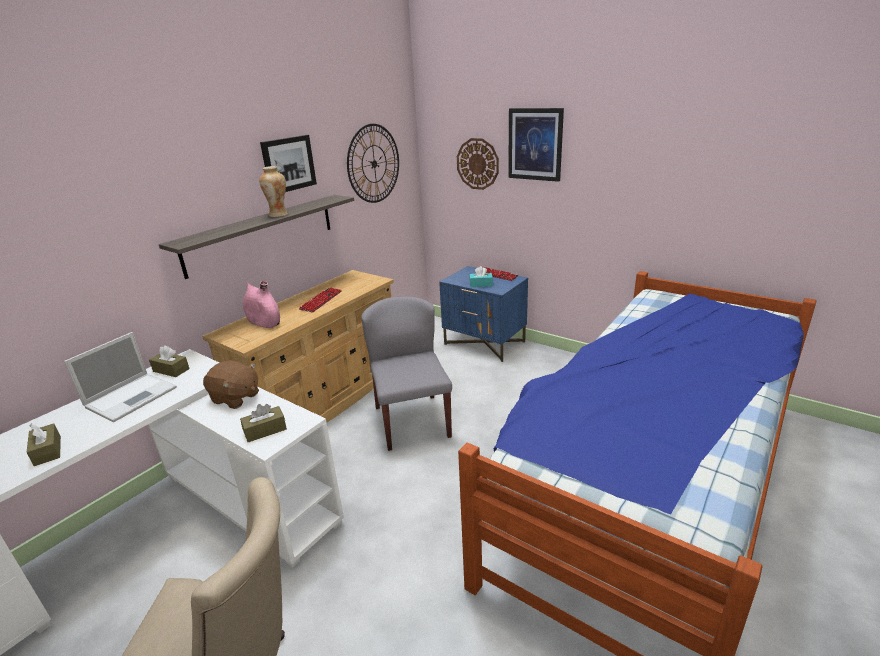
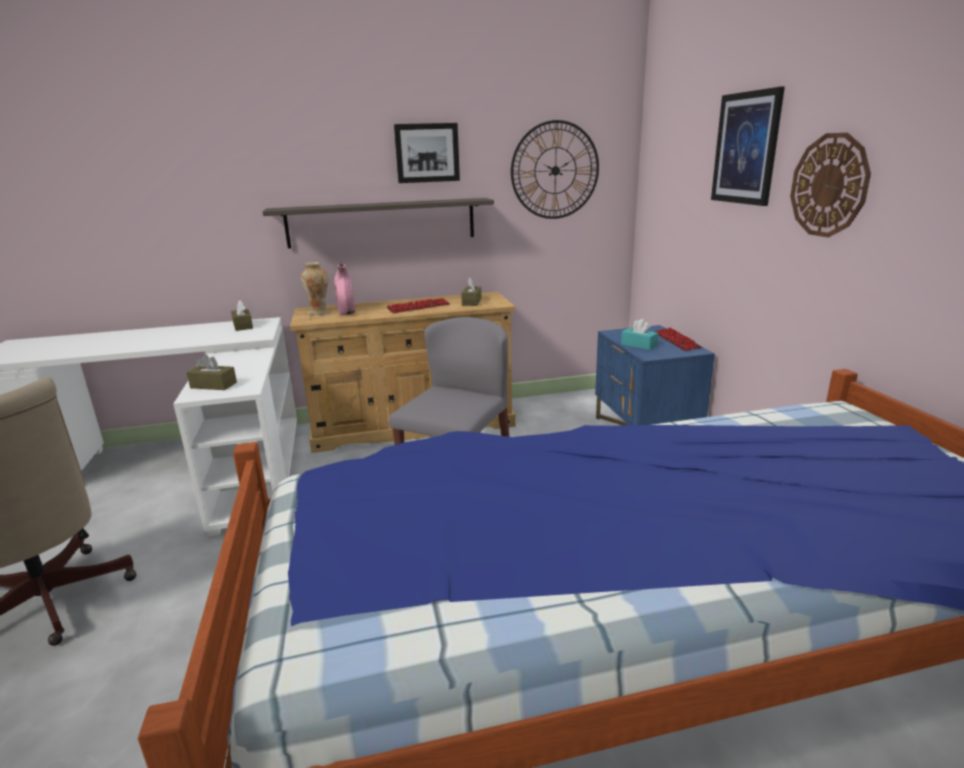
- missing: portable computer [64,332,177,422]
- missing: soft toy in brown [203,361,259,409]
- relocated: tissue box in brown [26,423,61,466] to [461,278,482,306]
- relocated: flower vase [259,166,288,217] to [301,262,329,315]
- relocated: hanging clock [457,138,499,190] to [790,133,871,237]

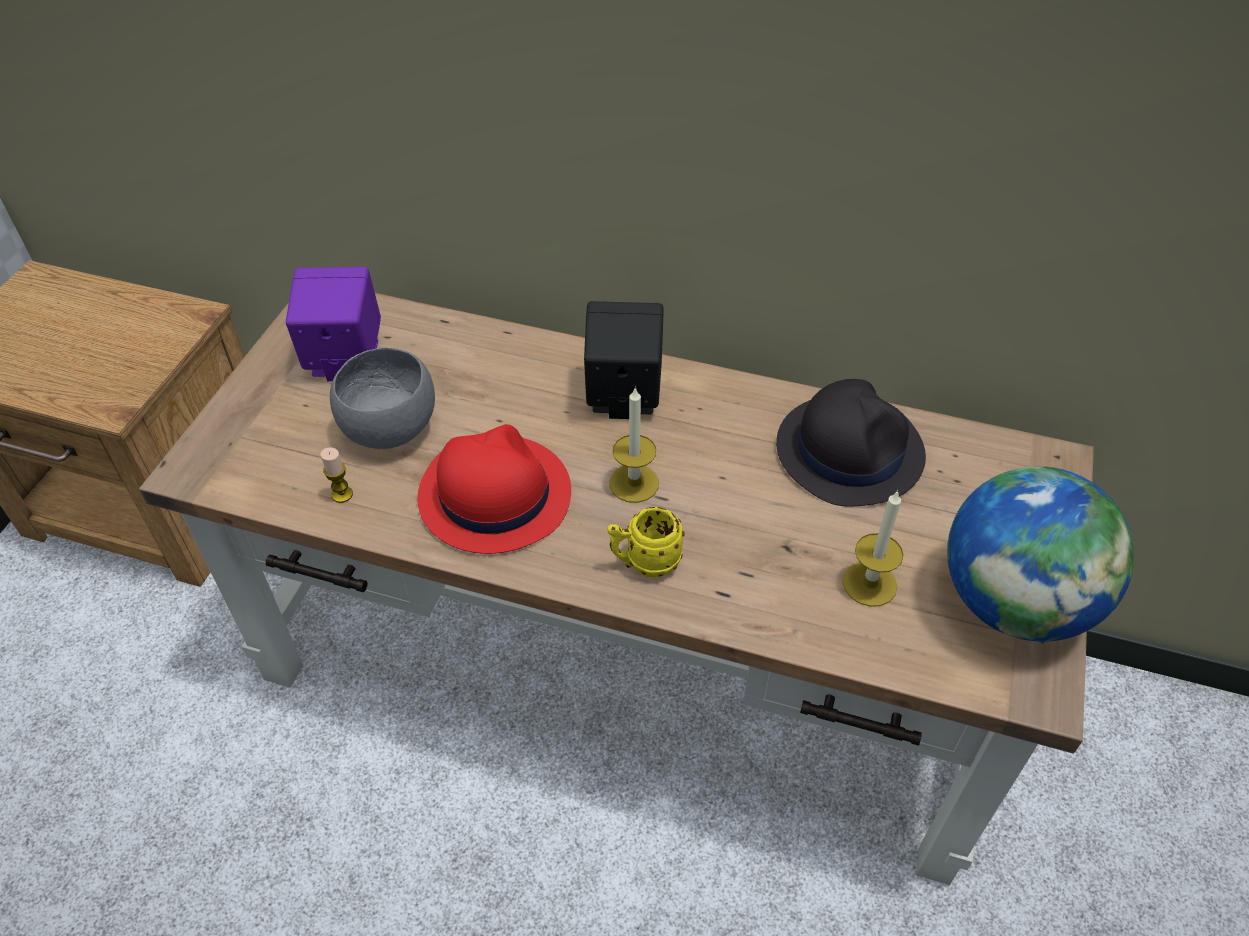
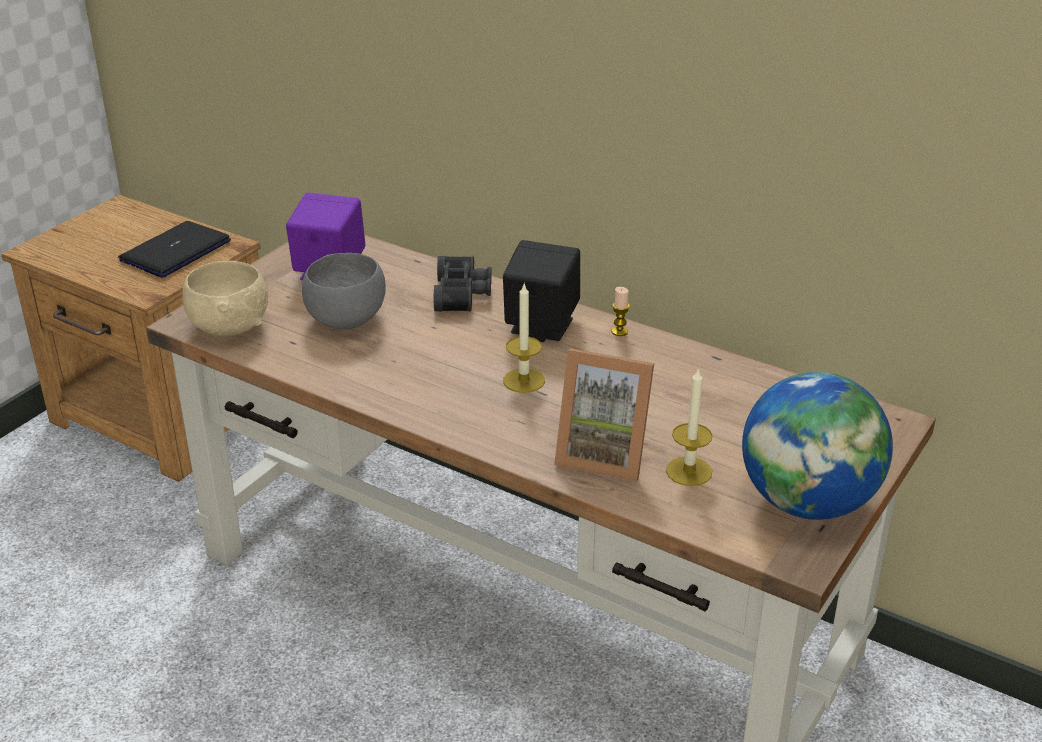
- missing: hat in red-coloured [417,424,571,554]
- missing: mug in yellow [607,507,685,578]
- missing: hat in blackish [776,379,926,507]
- appeared: portable computer [118,221,231,278]
- appeared: deep dish in sand-coloured [182,261,268,337]
- appeared: pair of binoculars in blackish [434,256,492,312]
- appeared: standing frame [554,348,654,482]
- relocated: wax light [321,448,353,503] to [612,287,630,336]

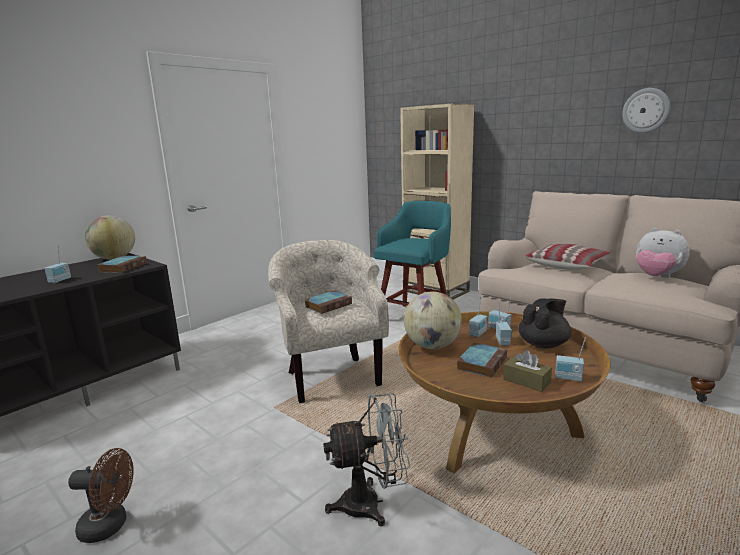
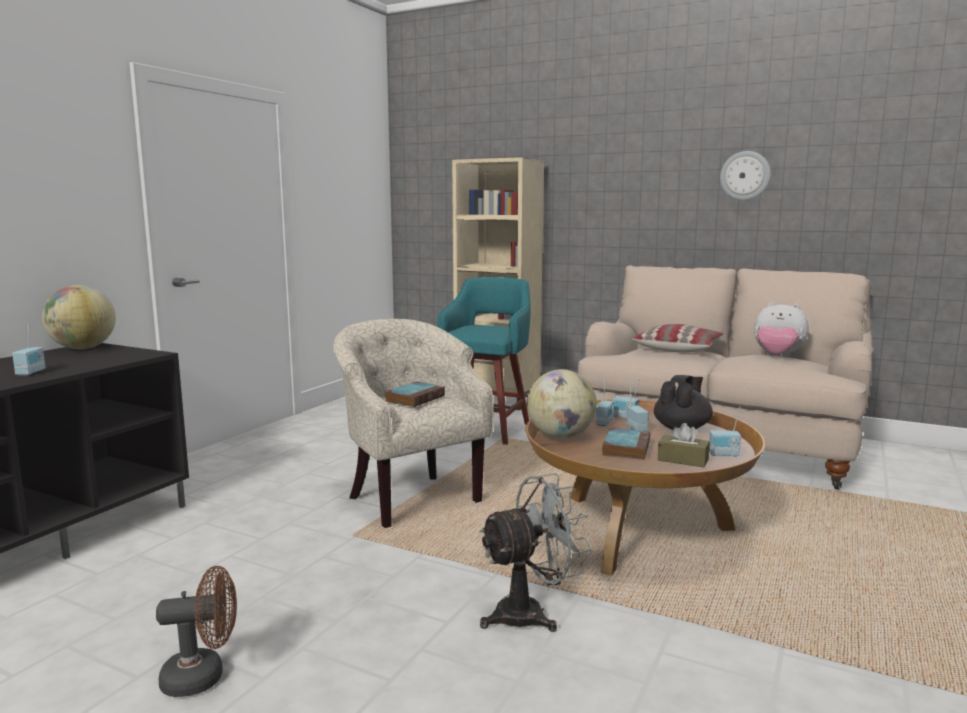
- missing: book [97,256,147,273]

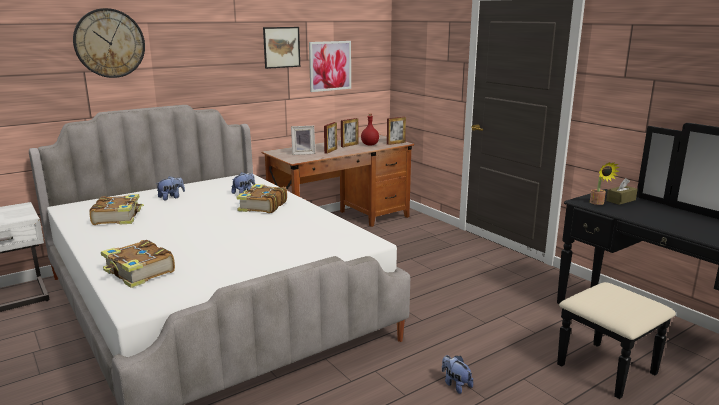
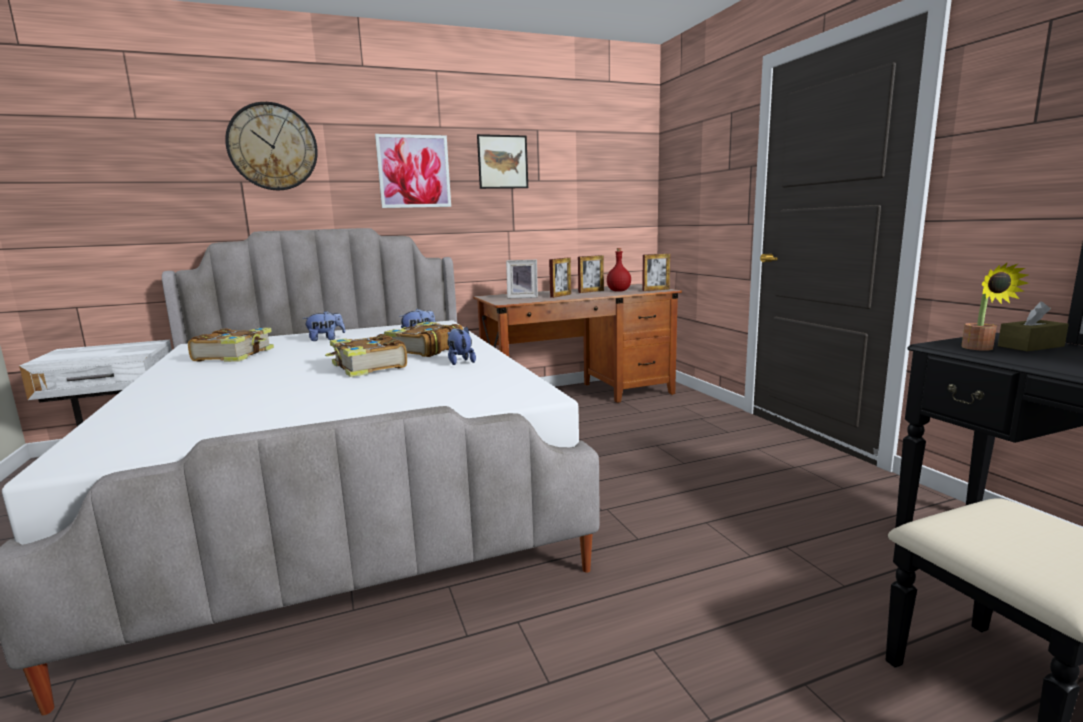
- relocated: book [101,240,175,288] to [325,334,407,377]
- relocated: wall art [309,41,351,92] to [375,134,451,208]
- relocated: soft toy [442,355,473,394] to [447,327,476,365]

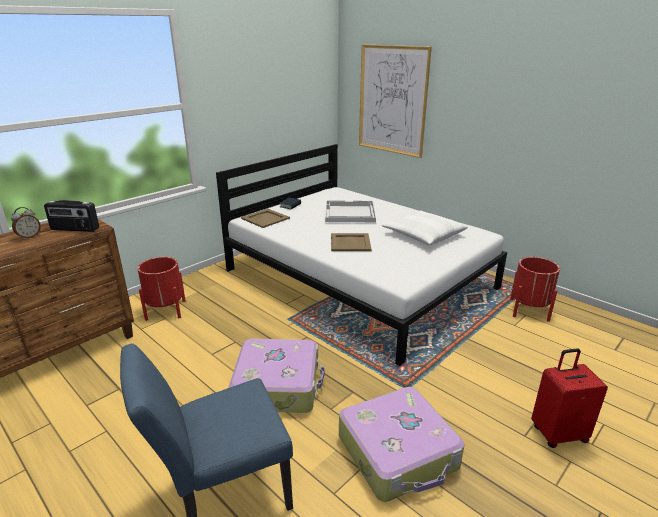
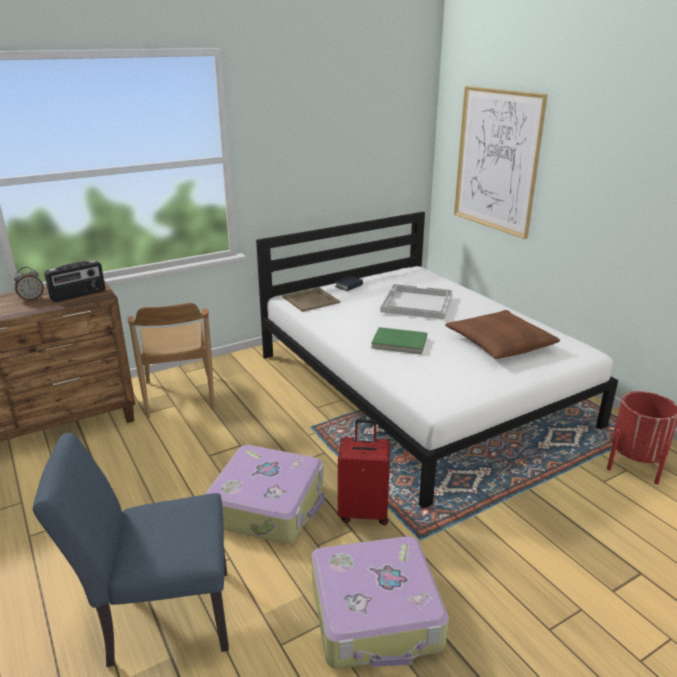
- relocated: piece of luggage in red-coloured [531,348,608,448] to [338,419,390,525]
- exchanged: plant pot in red-coloured [137,257,185,321] to plain chair in brown [127,303,214,419]
- exchanged: serving tray in sand-coloured [331,233,371,251] to book in green [371,327,427,354]
- colour: pillow in whitish [382,210,468,245] to pillow in brown [445,310,560,359]
- spun: radio [44,200,99,232] = [44,260,105,302] 60 degrees counterclockwise

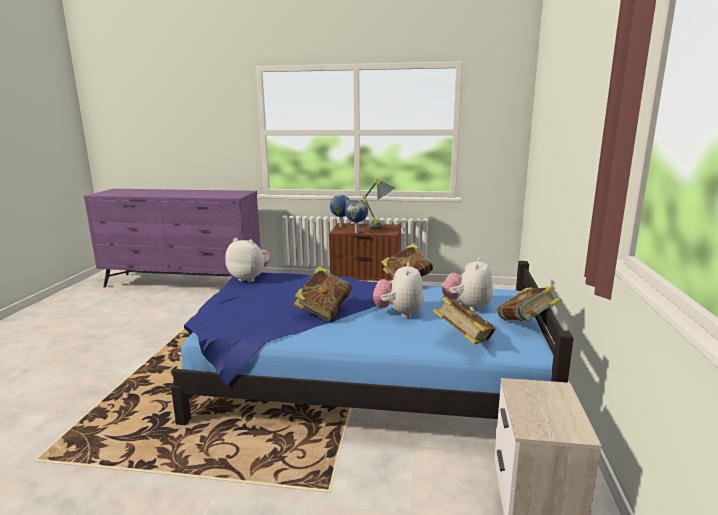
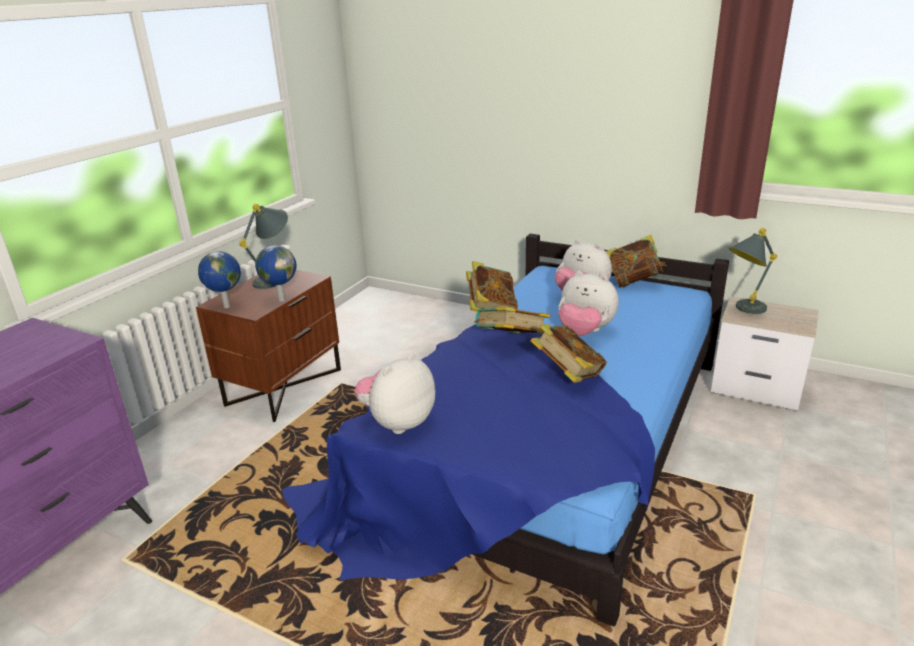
- appeared: table lamp in greyish [729,228,777,314]
- relocated: book [432,296,496,344] to [474,307,550,334]

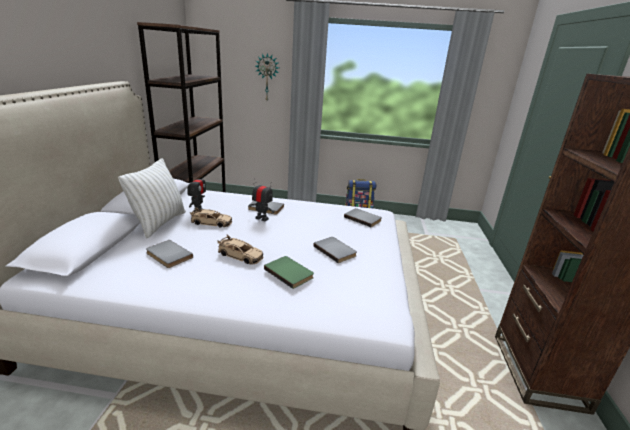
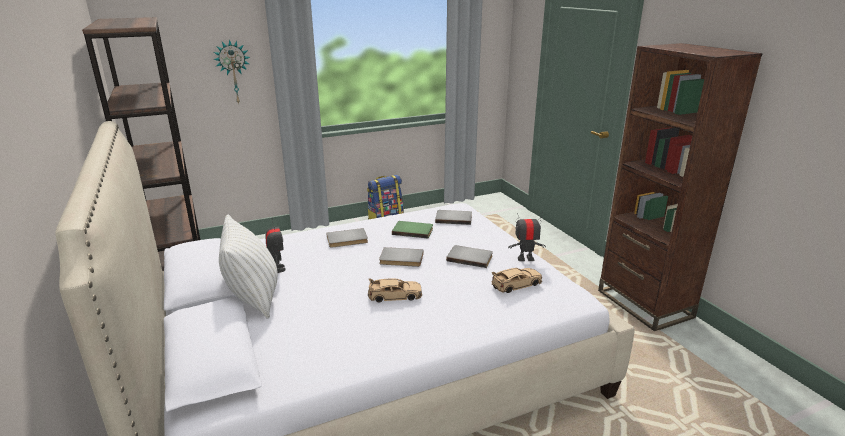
- relocated: book in greyish [146,240,193,268] to [379,247,424,267]
- relocated: miniature car in sand-coloured [190,207,232,228] to [492,268,542,293]
- relocated: robot figure [249,182,275,221] to [508,212,546,261]
- relocated: book in green [264,256,314,289] to [392,221,433,238]

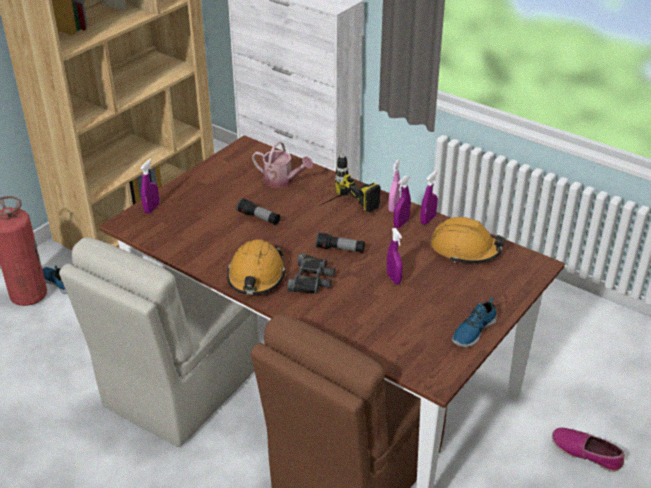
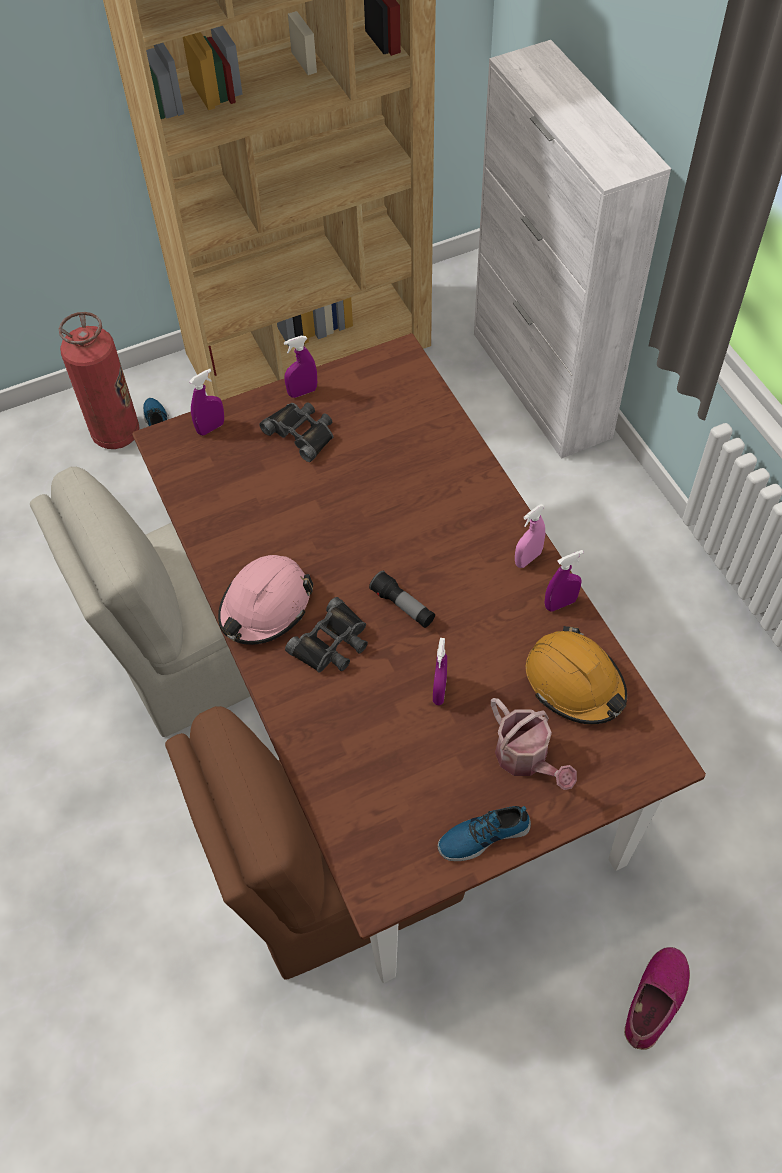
- missing: hand torch [237,198,280,225]
- missing: electric drill [319,152,381,212]
- appeared: pair of binoculars in blackish [260,402,334,462]
- relocated: sprinkling can [252,141,313,188] to [491,698,577,790]
- relocated: spray bottle in purplish [394,176,411,228] to [284,336,317,398]
- colour: work helmet in orangey [227,239,286,295] to work helmet in pinkish [218,555,313,645]
- spun: low shoe [552,428,625,472] = [624,947,690,1050] 60 degrees clockwise

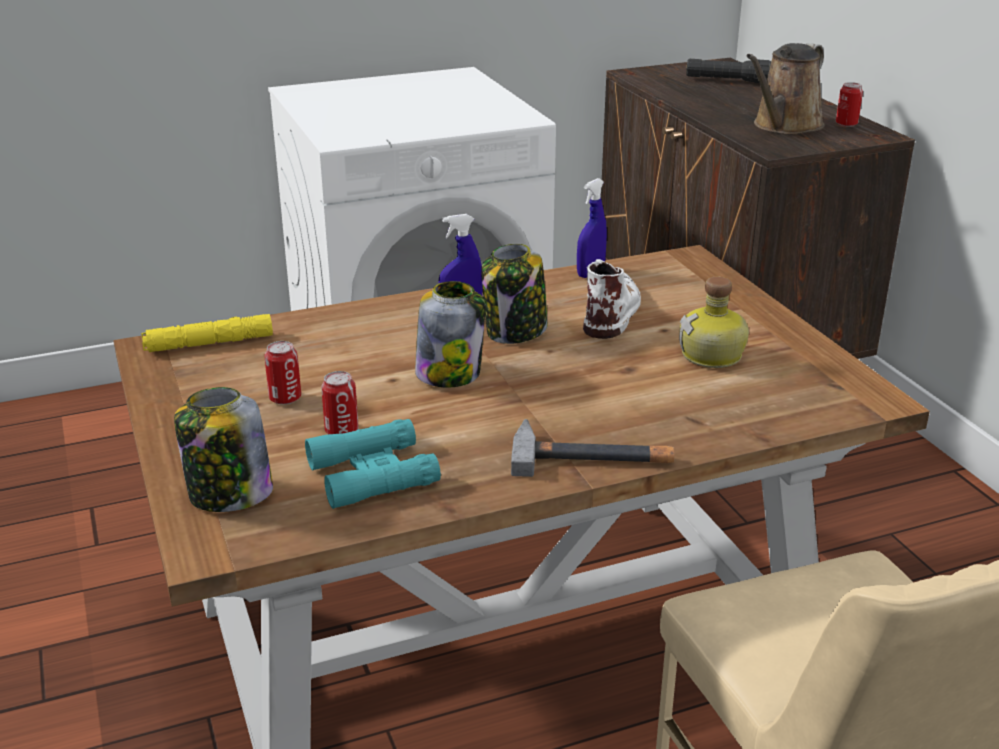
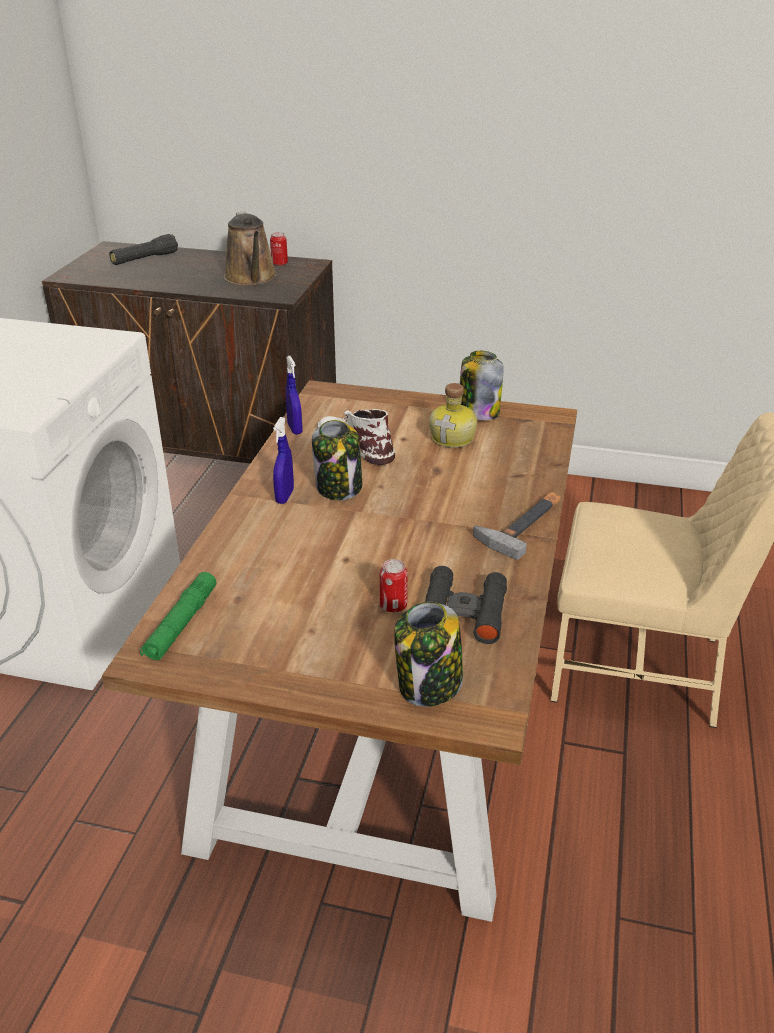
- missing: can [265,341,301,405]
- relocated: jar [415,281,485,387] to [460,351,504,420]
- colour: hand torch in yellow [141,314,273,352] to hand torch in green [140,572,217,660]
- colour: pair of binoculars in blue-green [305,419,441,509] to pair of binoculars in blackish [425,566,507,644]

